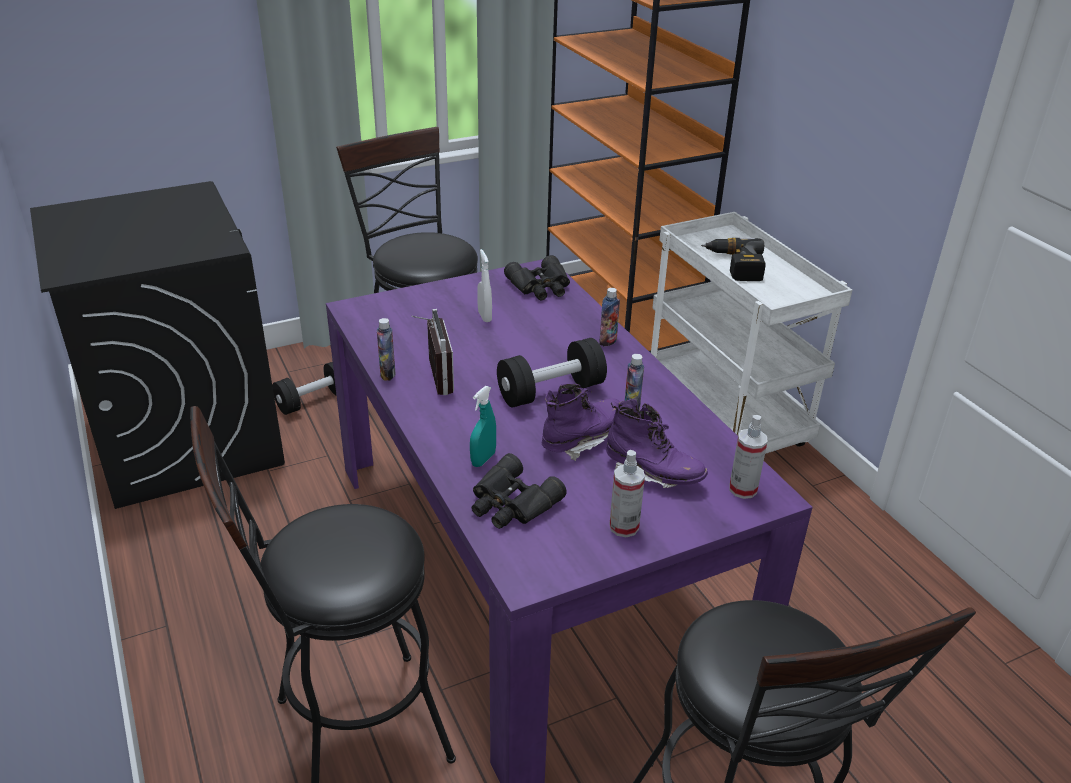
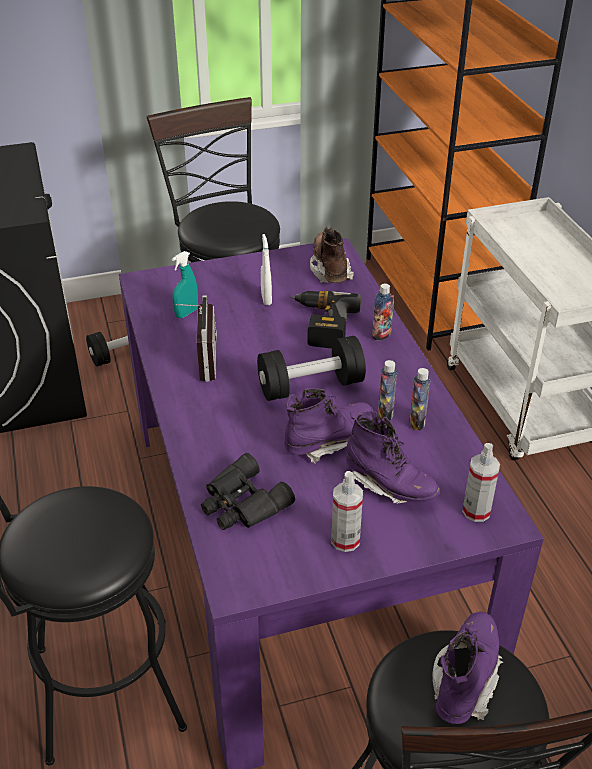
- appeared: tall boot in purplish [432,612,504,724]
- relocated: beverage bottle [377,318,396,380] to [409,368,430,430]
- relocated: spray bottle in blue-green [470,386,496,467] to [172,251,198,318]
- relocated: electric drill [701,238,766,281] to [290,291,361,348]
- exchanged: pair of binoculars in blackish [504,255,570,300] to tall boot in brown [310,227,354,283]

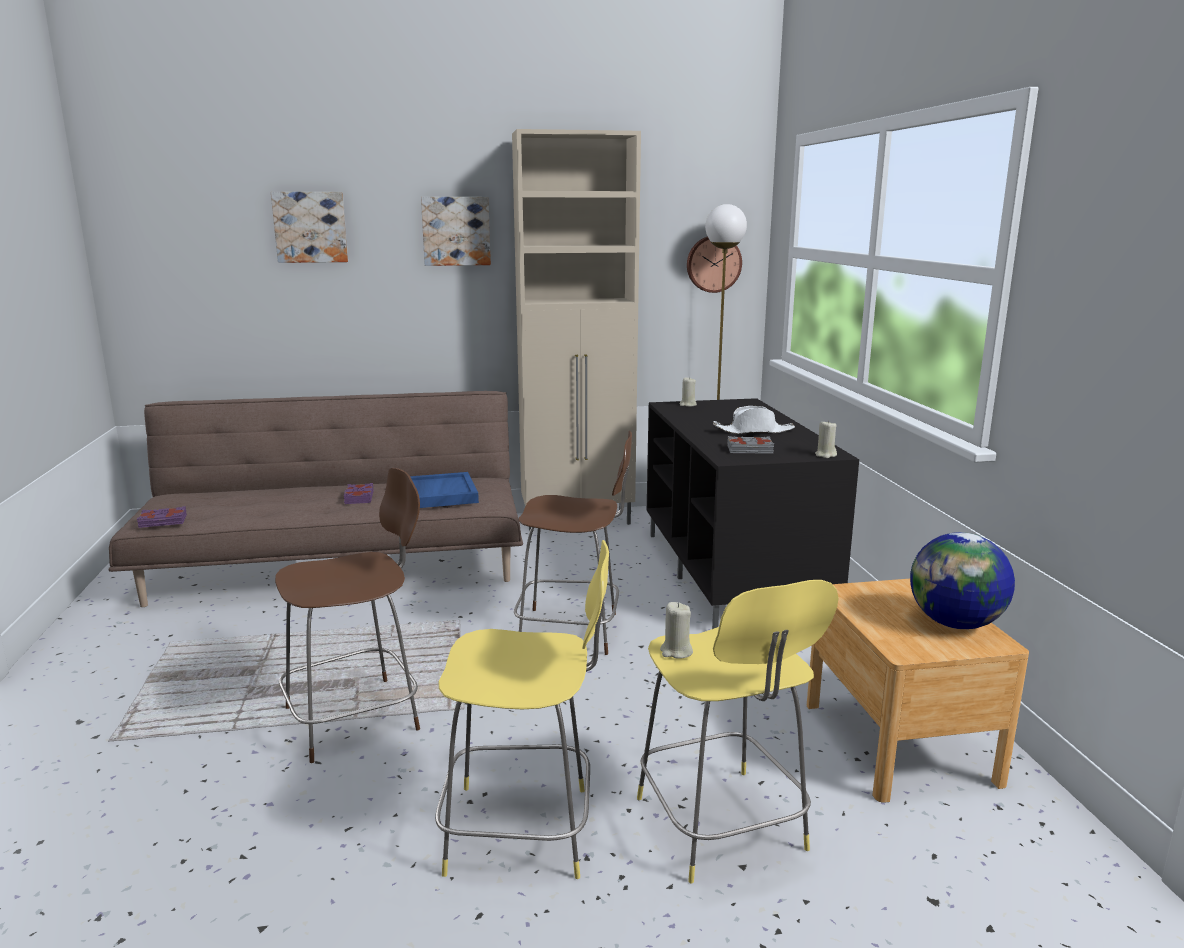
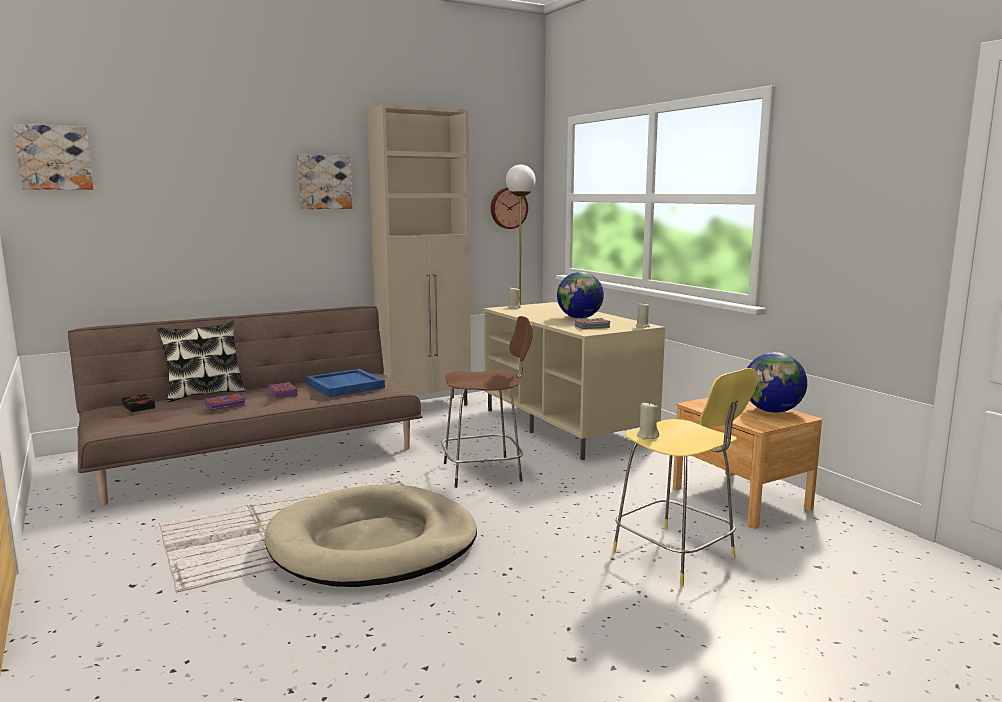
- missing: sitting stool in yellow [435,540,609,879]
- appeared: book in blackish [122,394,156,412]
- appeared: pillow [157,321,246,402]
- relocated: book in purplish [137,506,187,528] to [205,393,245,411]
- relocated: wall art [271,192,348,263] to [13,124,93,190]
- exchanged: sitting stool in brown [275,468,420,763] to dog bed in sand-coloured [265,485,477,587]
- exchanged: hat in whitish [713,406,795,434] to desk globe [557,272,604,319]
- colour: media console in blackish [647,398,859,629] to media console in sand-coloured [484,302,665,460]

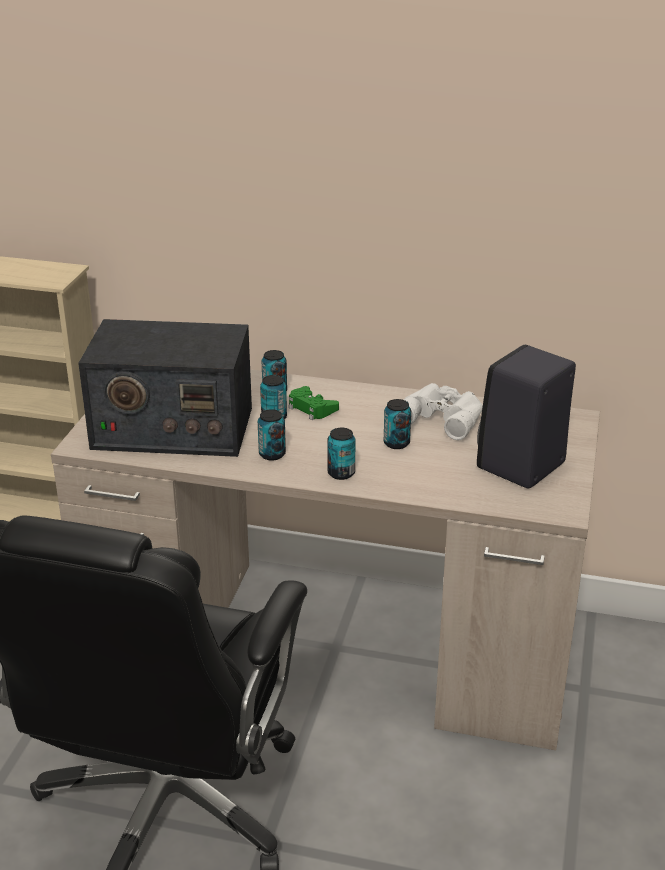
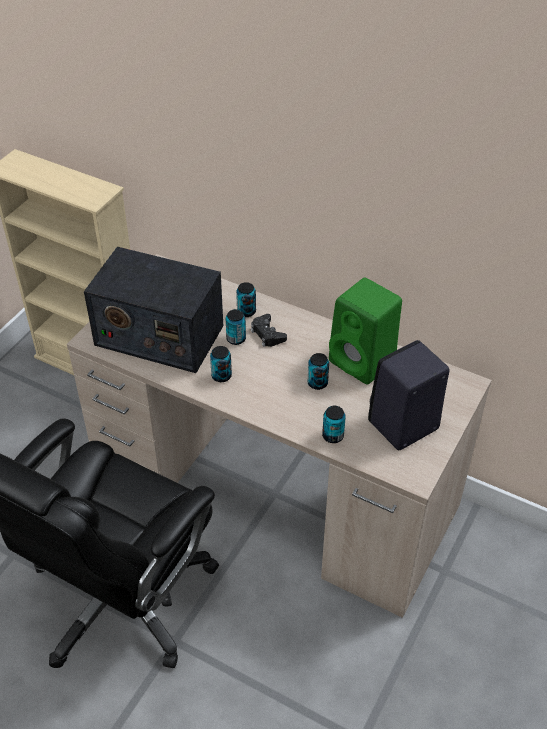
- relocated: can [327,428,356,480] to [322,406,346,443]
- exchanged: pair of binoculars in whitish [404,383,483,440] to speaker in green [329,278,402,385]
- colour: game controller in green [289,386,339,420] to game controller in blackish [251,314,287,347]

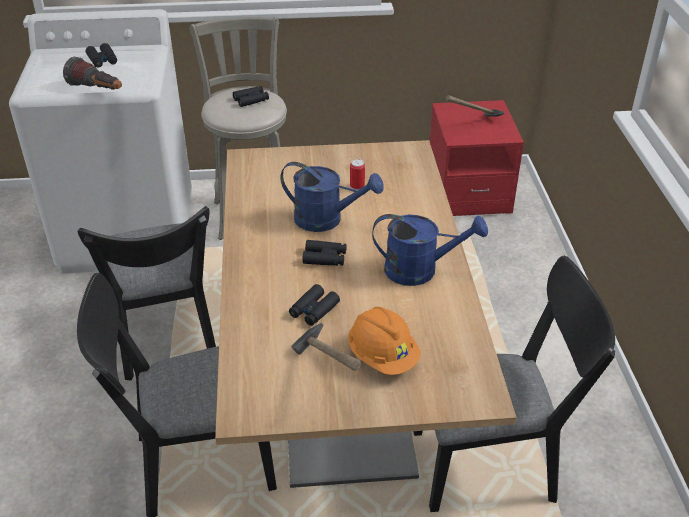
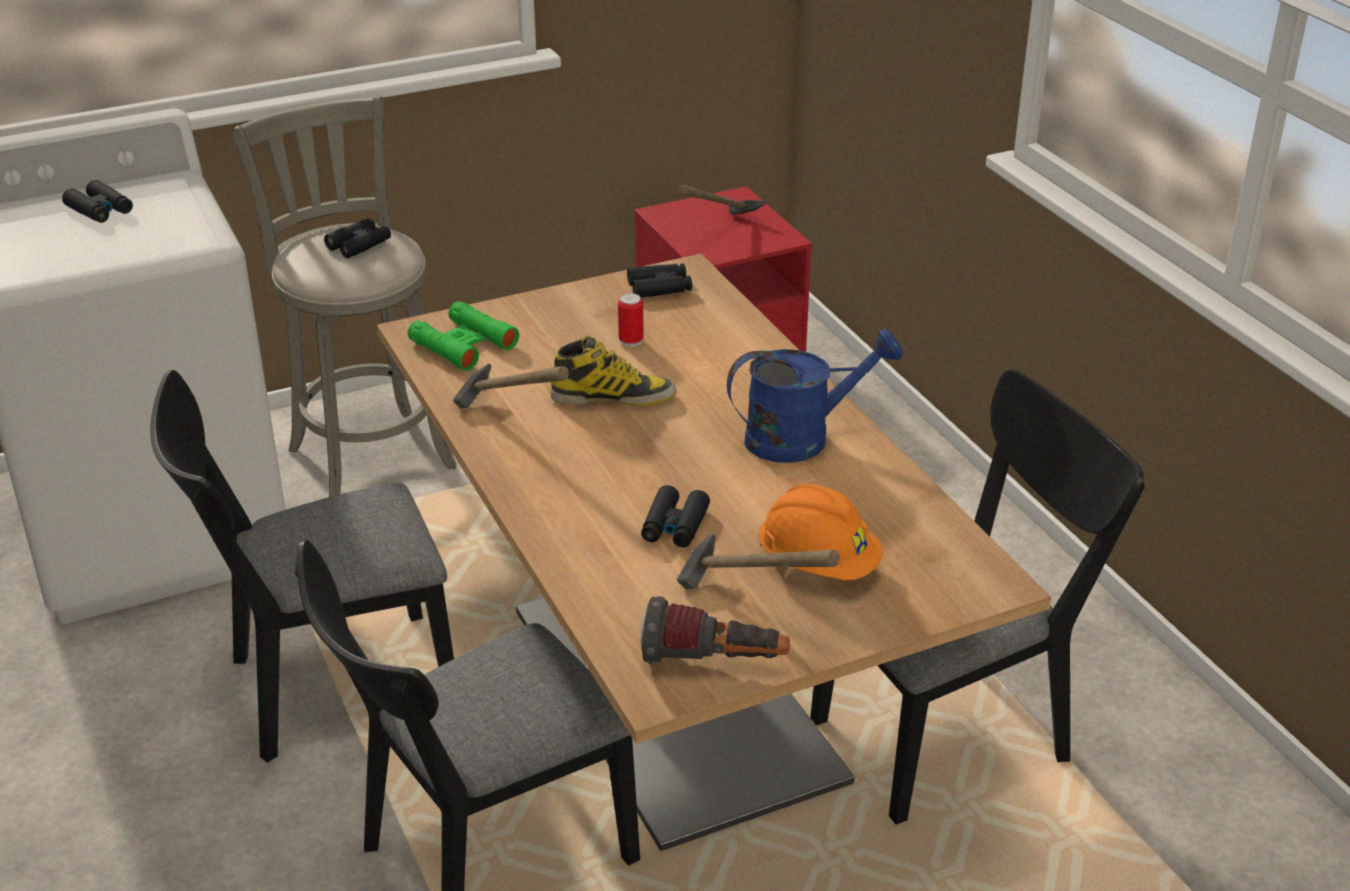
- appeared: pair of binoculars in green [408,301,519,371]
- appeared: hammer [453,364,569,409]
- relocated: hand torch [63,57,122,90] to [640,596,790,665]
- relocated: pair of binoculars in blackish [302,240,347,266] to [627,263,692,298]
- exchanged: sprinkling can in blue [281,162,384,232] to tall boot [551,336,676,406]
- spun: plain chair in blackish [78,206,216,381] = [150,370,454,763] 105 degrees clockwise

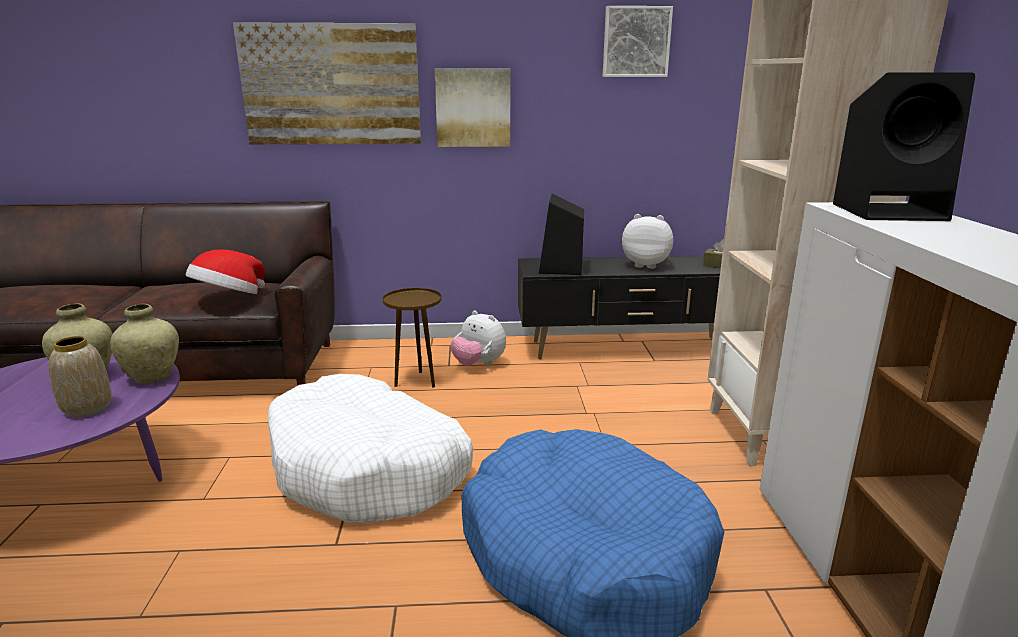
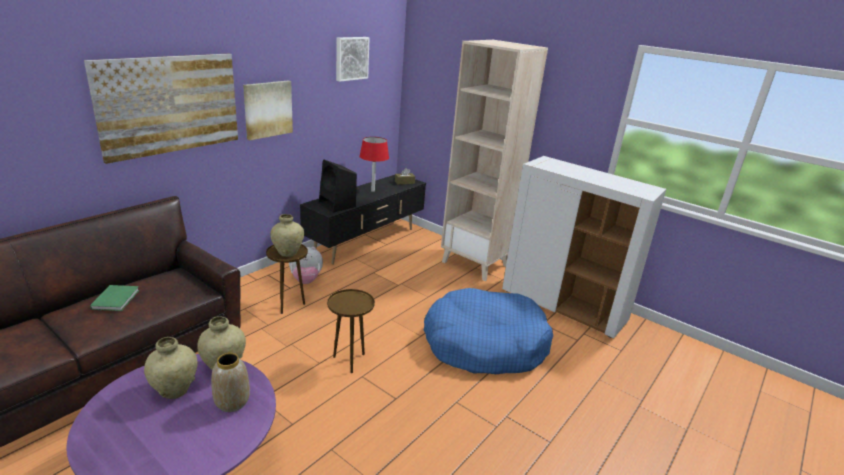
- missing: hat [186,249,265,294]
- missing: speaker in blackish [833,72,975,221]
- appeared: book in green [90,285,139,311]
- appeared: flower vase in sand-coloured [270,214,304,257]
- exchanged: dog bed in whitish [268,374,473,523] to end table in brown [327,289,375,373]
- exchanged: soft toy [622,214,673,269] to table lamp in red-coloured [359,137,389,192]

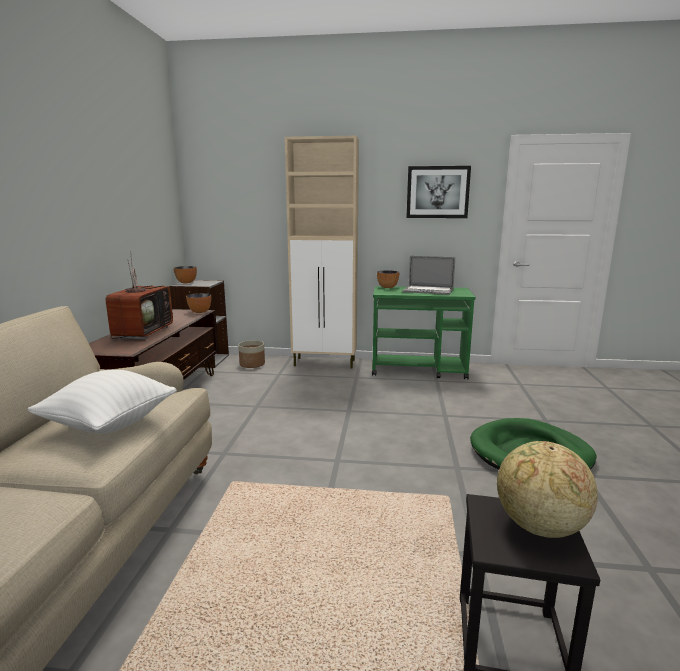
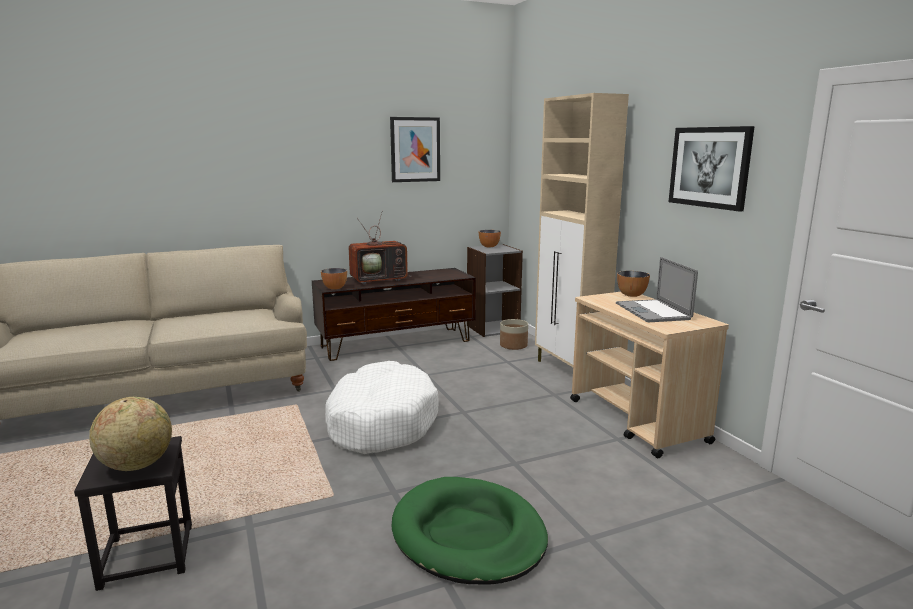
- missing: pillow in whitish [28,370,177,433]
- appeared: dog bed in whitish [325,361,439,454]
- appeared: wall art [390,117,440,182]
- relocated: deep dish [186,293,211,313] to [321,268,347,290]
- colour: wheeled cart in green [372,286,475,379] to wheeled cart in sand-coloured [570,292,729,458]

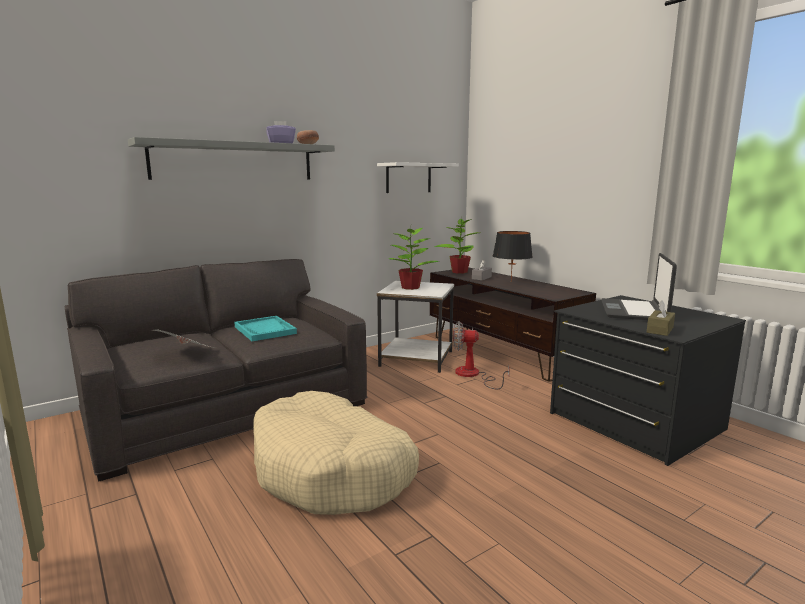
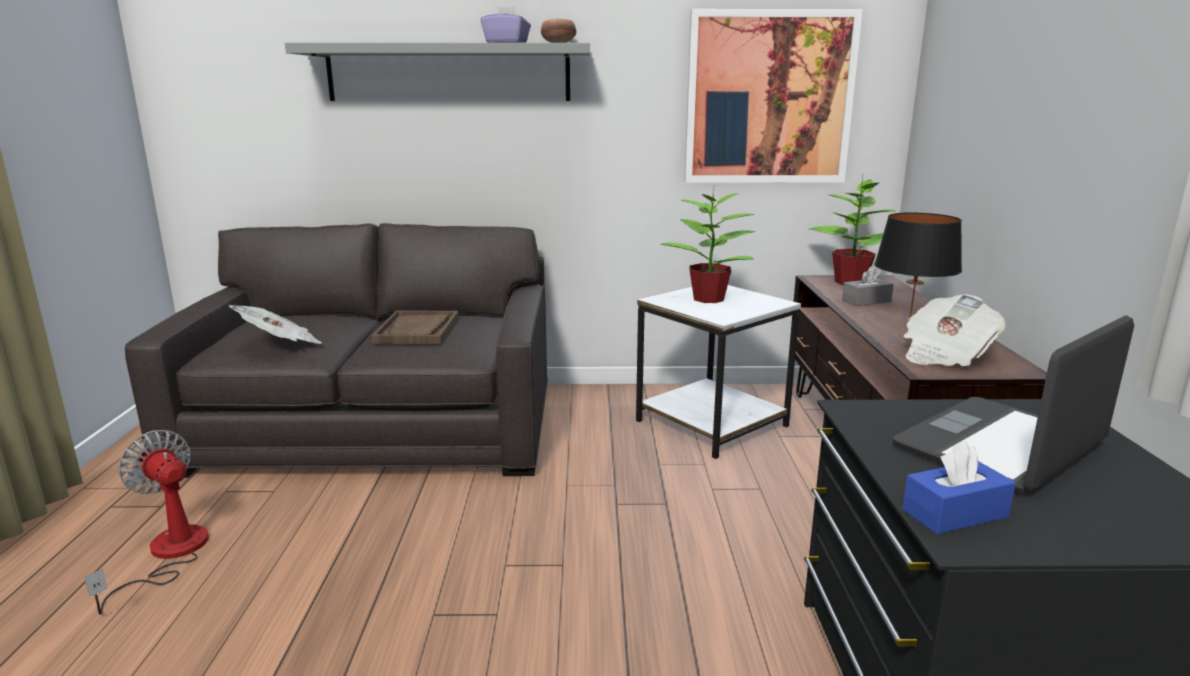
- missing: dog bed in sand-coloured [253,391,419,515]
- appeared: printed paper [904,294,1006,366]
- relocated: cooling fan [453,321,510,389] to [84,430,209,615]
- exchanged: shelf in whitish [377,162,459,193] to wall art [684,9,863,183]
- colour: serving tray in blue-green [234,316,297,341] to serving tray in brown [371,310,459,344]
- colour: tissue box in brown [647,300,675,336] to tissue box in blue [902,441,1016,534]

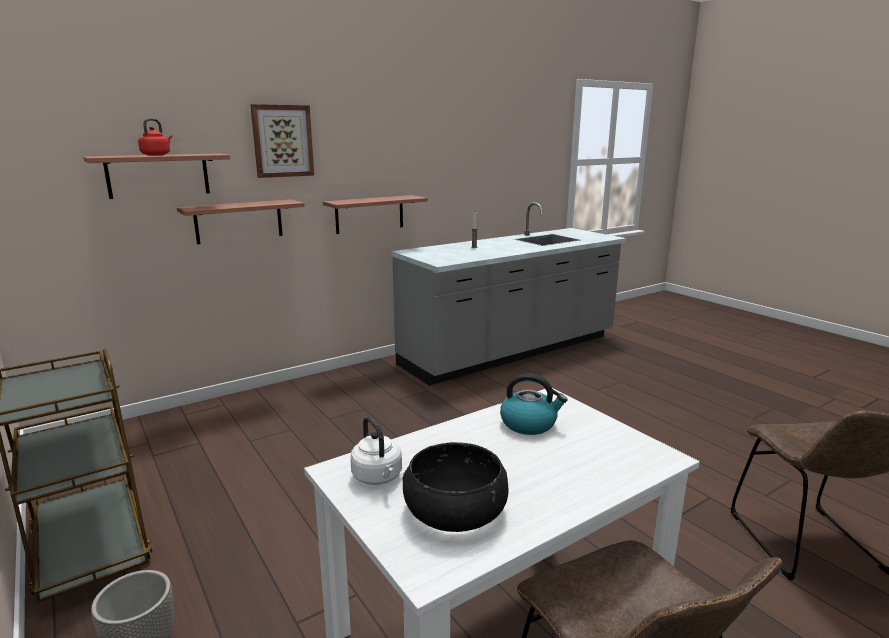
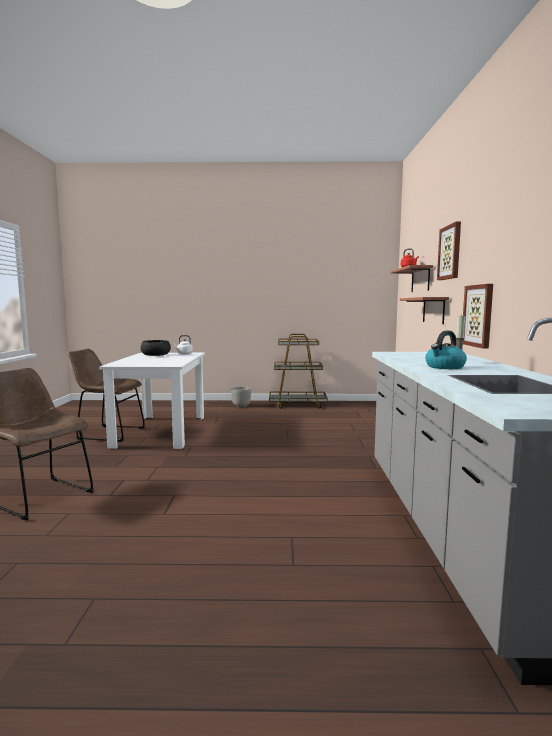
- relocated: water kettle [500,373,567,435] to [425,331,467,369]
- exchanged: shelf [323,195,428,234] to wall art [463,284,493,349]

